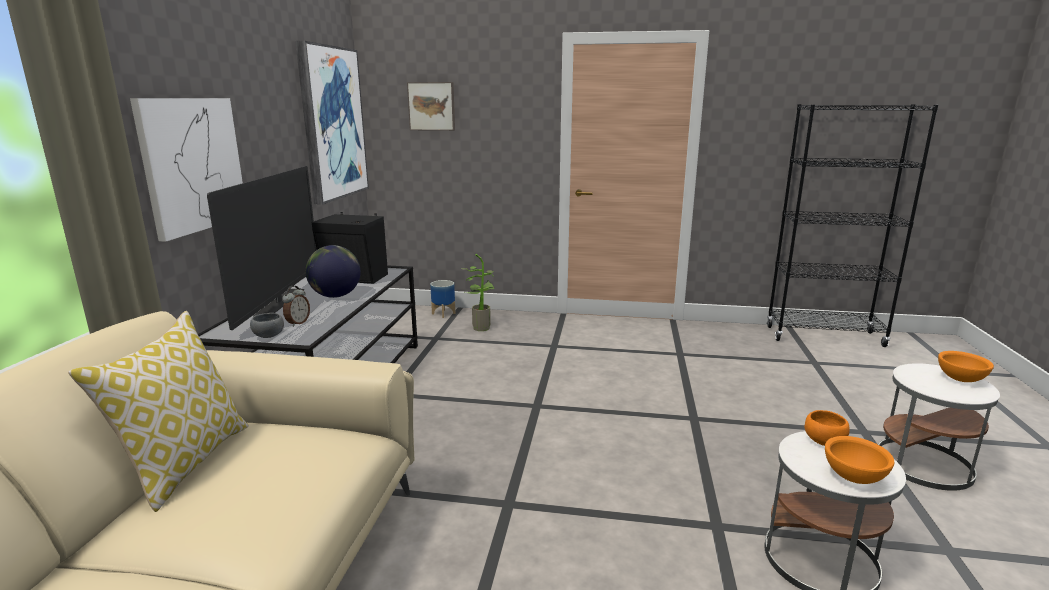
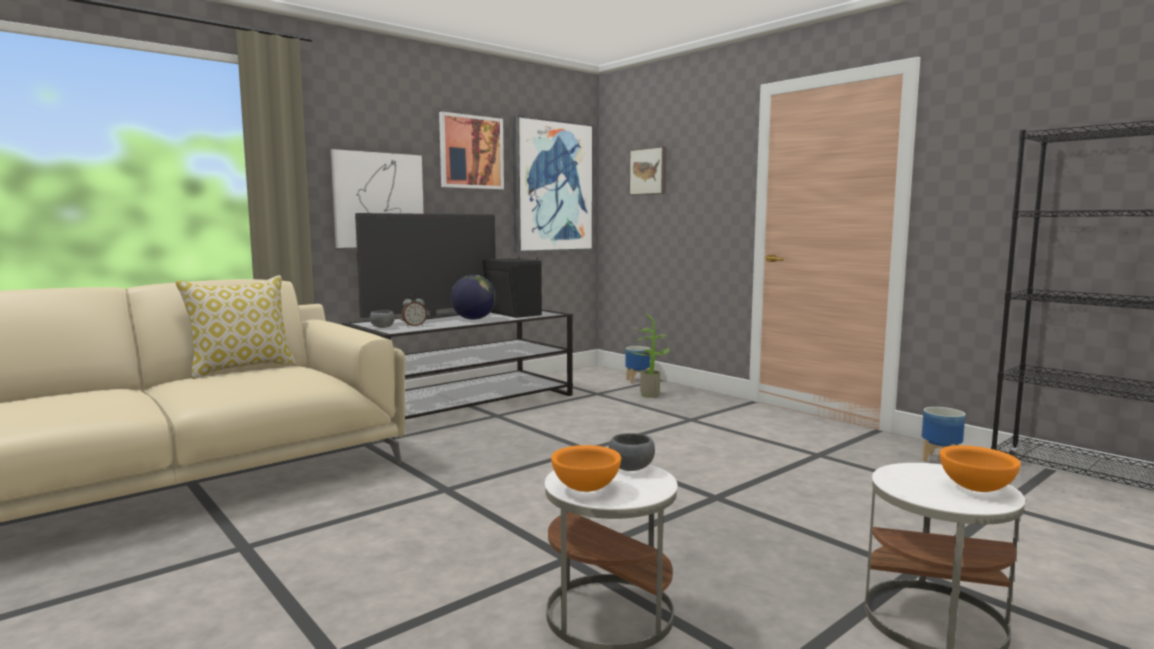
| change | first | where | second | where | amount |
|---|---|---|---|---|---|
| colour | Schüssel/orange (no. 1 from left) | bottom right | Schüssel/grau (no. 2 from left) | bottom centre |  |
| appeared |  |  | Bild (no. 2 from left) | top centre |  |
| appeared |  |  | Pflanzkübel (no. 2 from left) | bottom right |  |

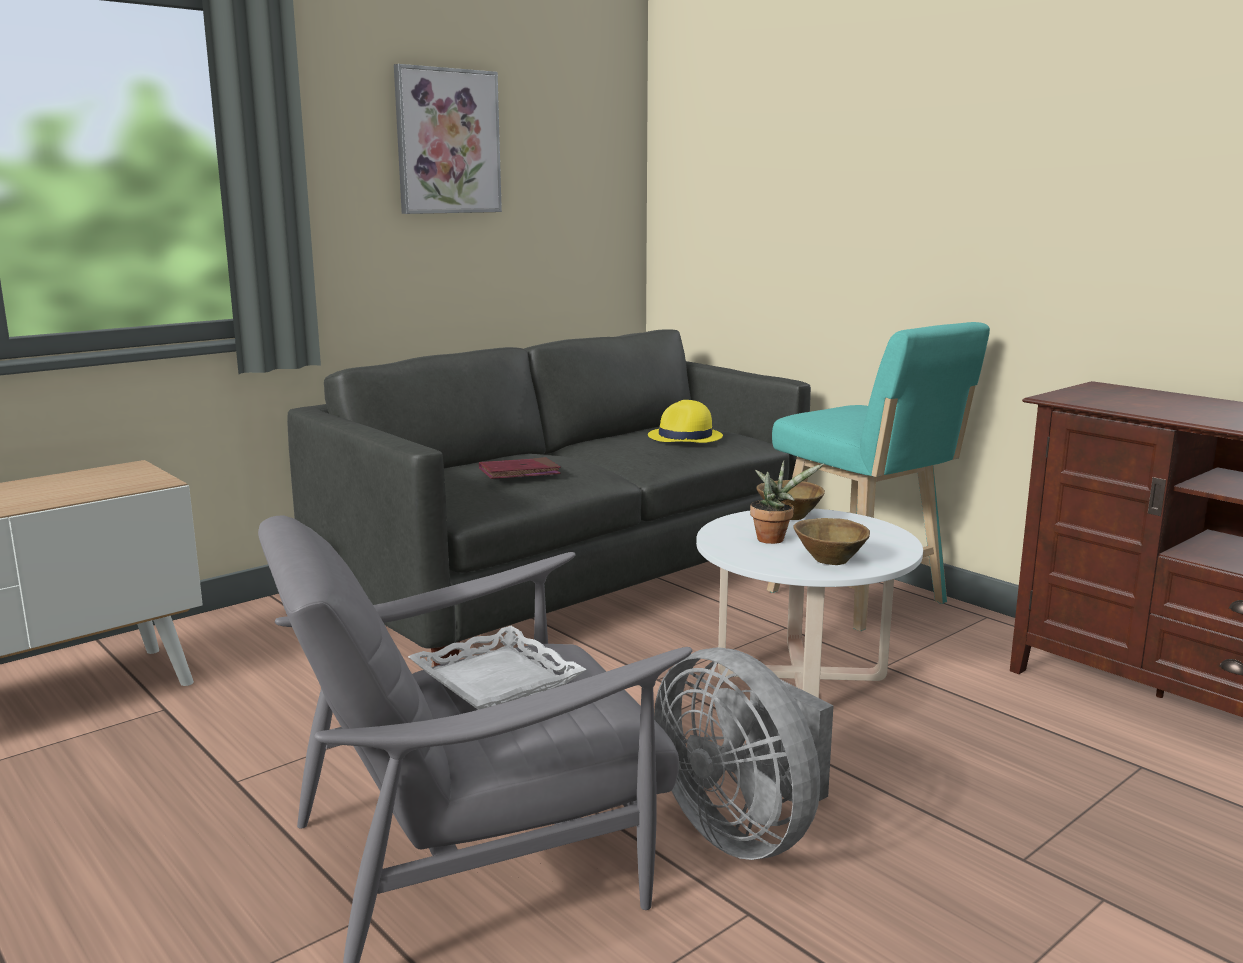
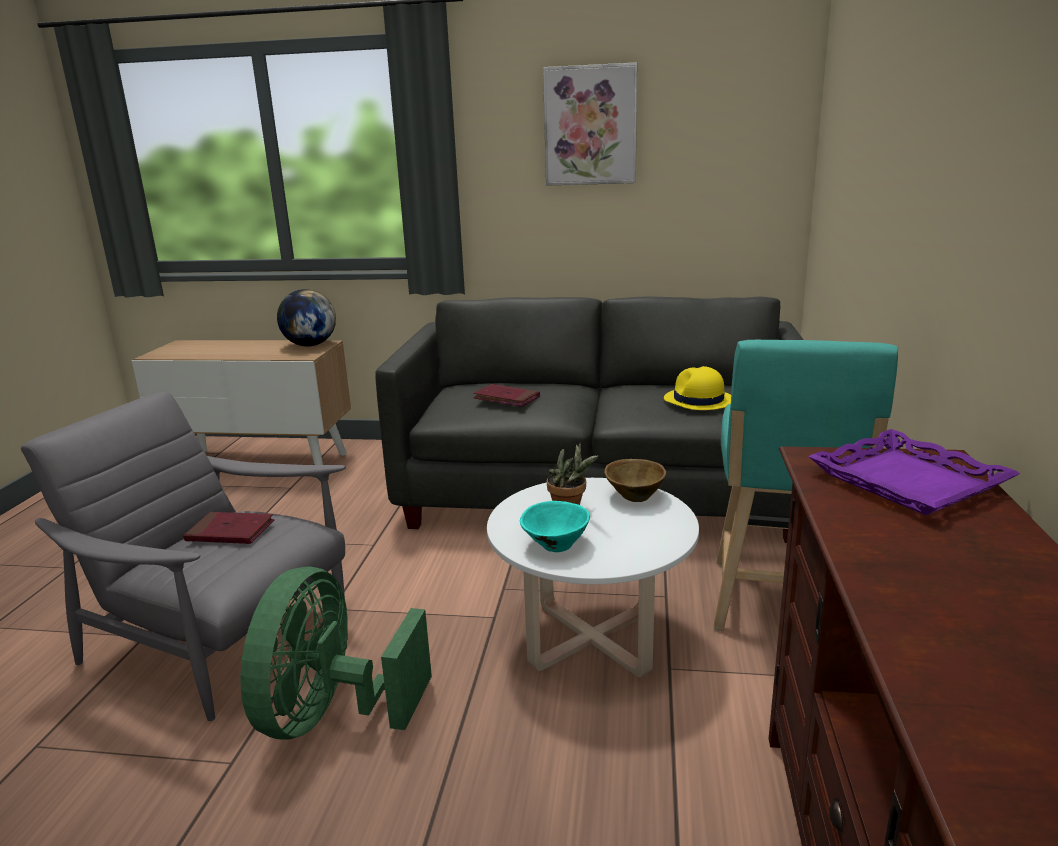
| change | first | where | second | where | amount |
|---|---|---|---|---|---|
| exchanged | Tablett/weiß | bottom centre | Buch/rot (no. 1 from left) | middle left |  |
| colour | Ventilator/grau | bottom centre | Ventilator/grün | bottom left |  |
| colour | Schüssel/braun (no. 2 from left) | middle right | Schüssel/türkis | centre |  |
| appeared |  |  | Globus | middle left |  |
| appeared |  |  | Tablett/lila | middle right |  |

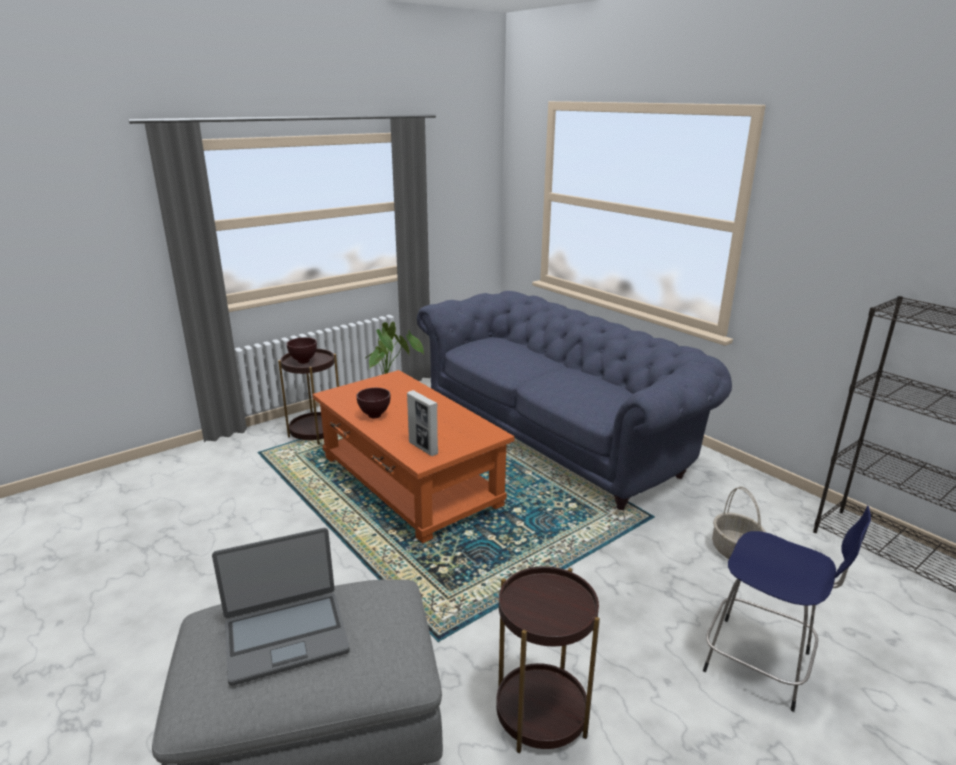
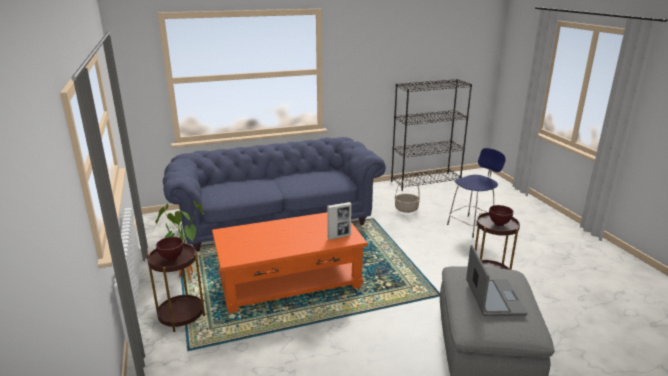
| change | first | where | second | where | amount |
|---|---|---|---|---|---|
| relocated | Schüssel/braun (no. 2 from left) | centre |  | middle right |  |

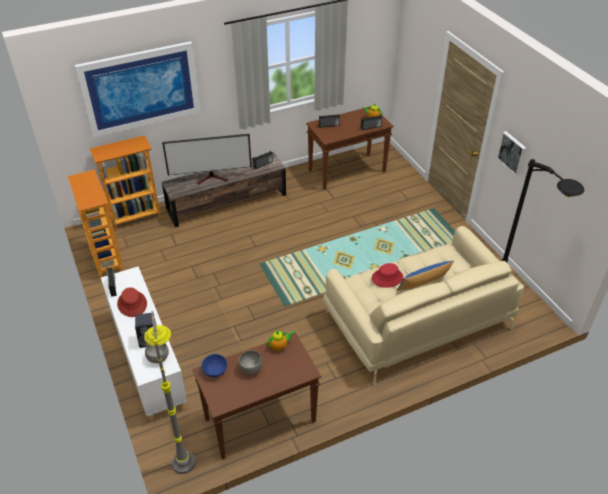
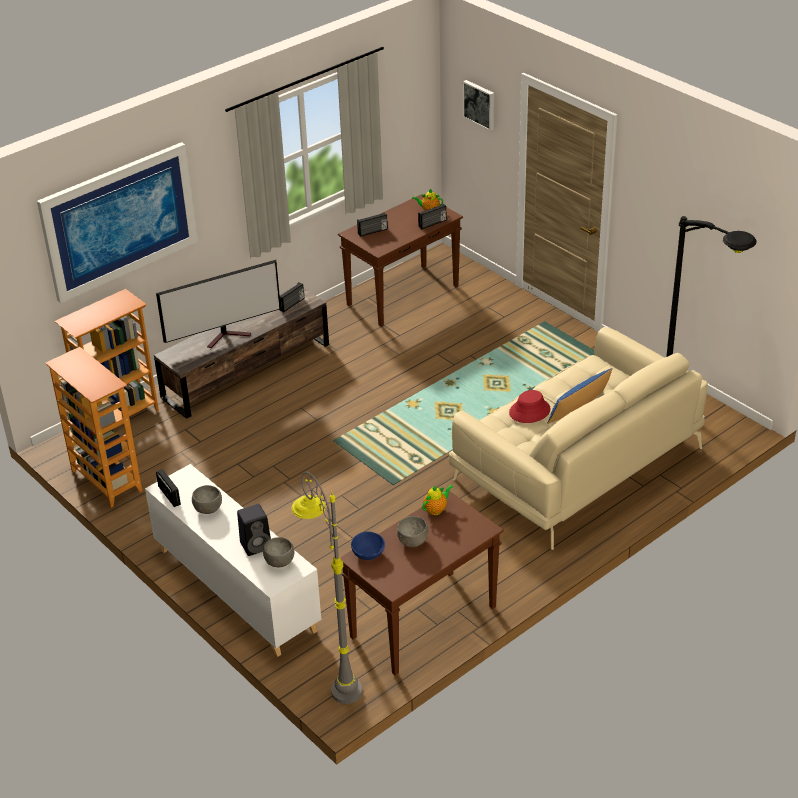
| change | first | where | second | where | amount |
|---|---|---|---|---|---|
| exchanged | Hut/rot (no. 1 from left) | middle left | Schüssel/grau (no. 1 from left) | middle left |  |
| relocated | Bild (no. 2 from left) | top right |  | top centre |  |

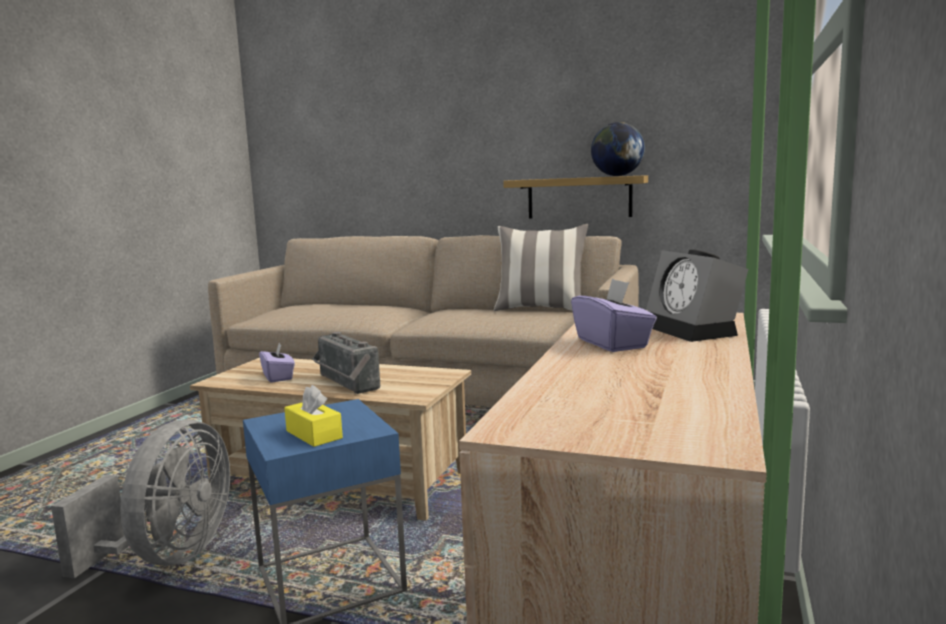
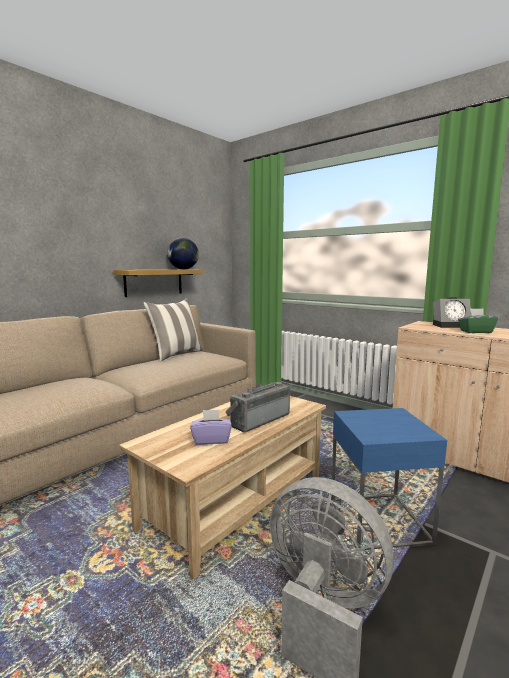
| change | first | where | second | where | amount |
|---|---|---|---|---|---|
| missing | Taschentuchbox/gelb | bottom left |  |  |  |
| spun | Radio | centre |  | centre | 150 degrees clockwise |
| colour | Taschentuchbox/lila (no. 2 from left) | centre | Taschentuchbox/grün | middle right |  |

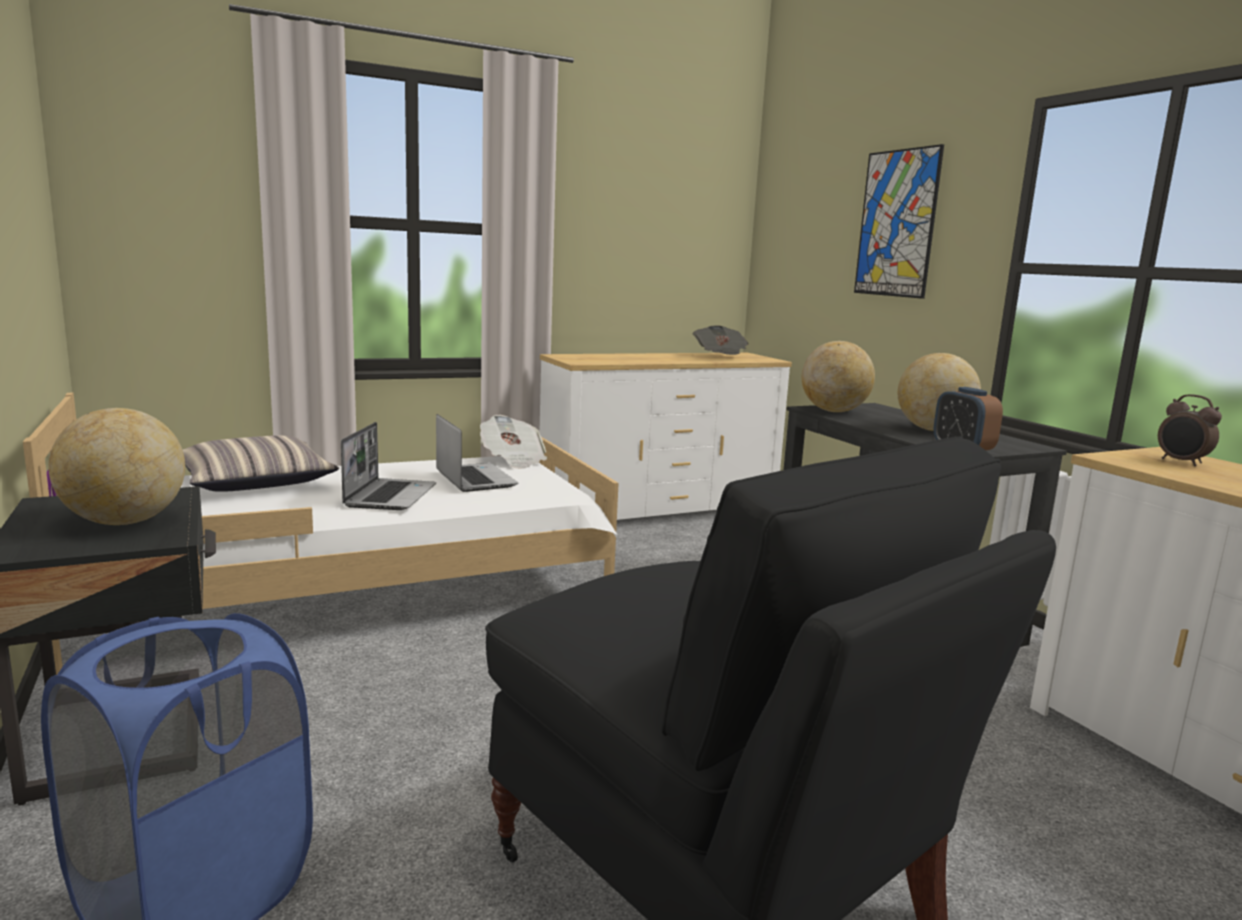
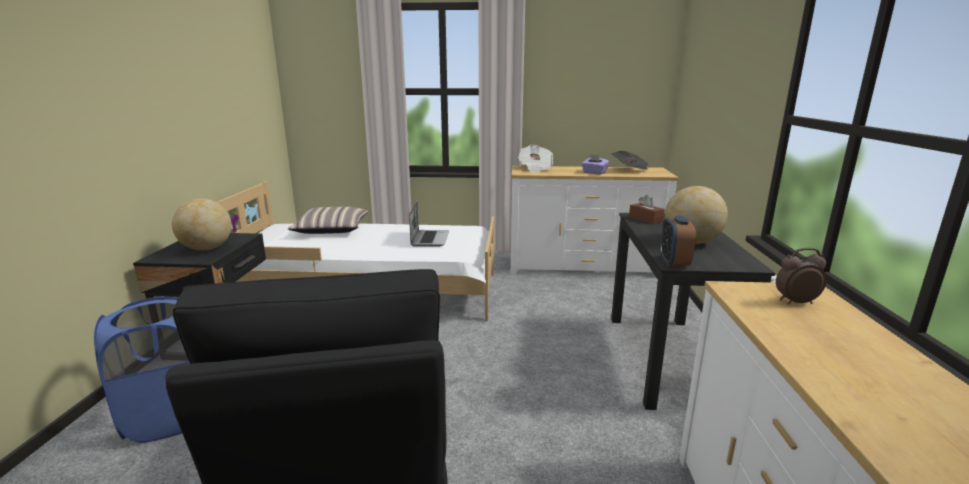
| change | first | where | second | where | amount |
|---|---|---|---|---|---|
| missing | Laptop (no. 1 from left) | middle left |  |  |  |
| relocated | Zeitung (no. 1 from left) | centre |  | top centre |  |
| exchanged | Globus (no. 2 from left) | middle right | Taschentuchbox/braun | middle right |  |
| missing | Bild | top right |  |  |  |
| spun | Wecker (no. 2 from left) | middle right |  | middle right | 90 degrees clockwise |
| appeared |  |  | Taschentuchbox/lila | centre |  |

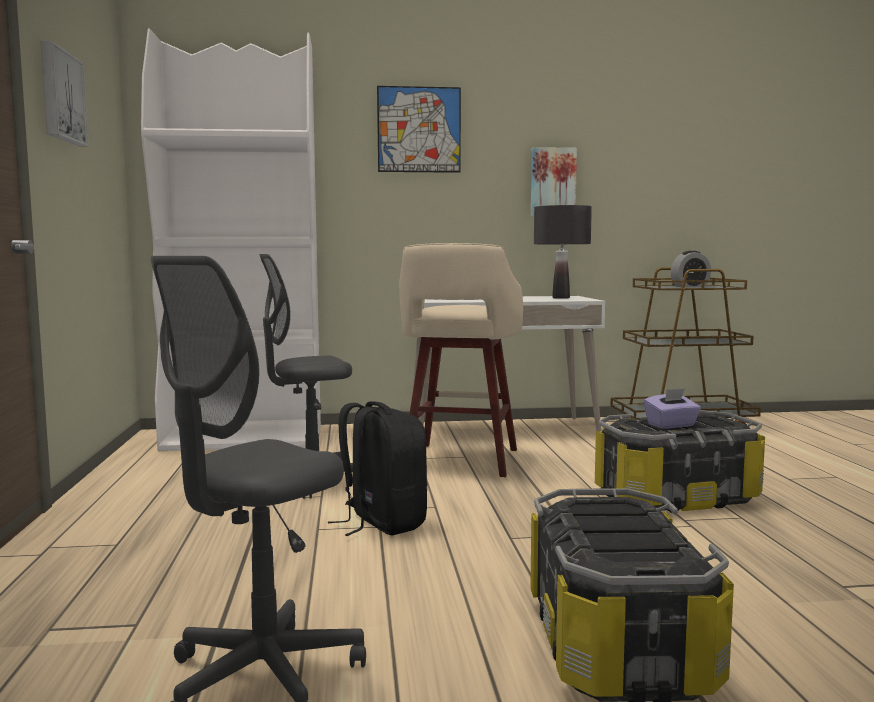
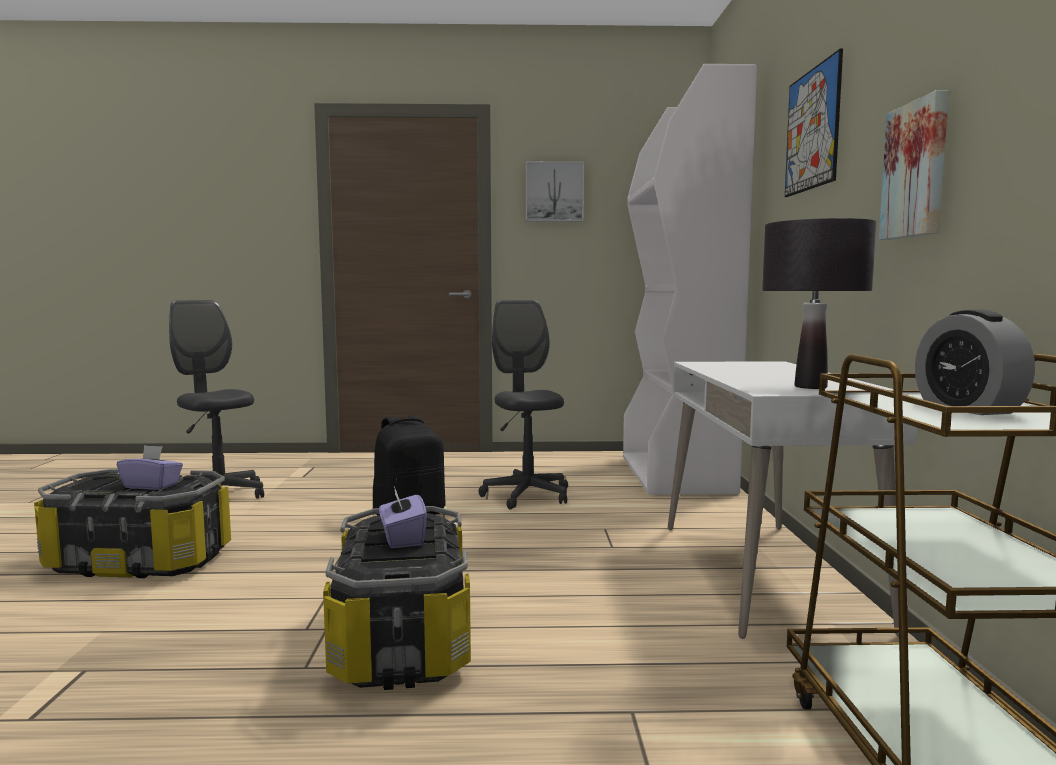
| change | first | where | second | where | amount |
|---|---|---|---|---|---|
| missing | Hocker/beige | centre |  |  |  |
| appeared |  |  | Taschentuchbox/lila (no. 1 from left) | middle left |  |

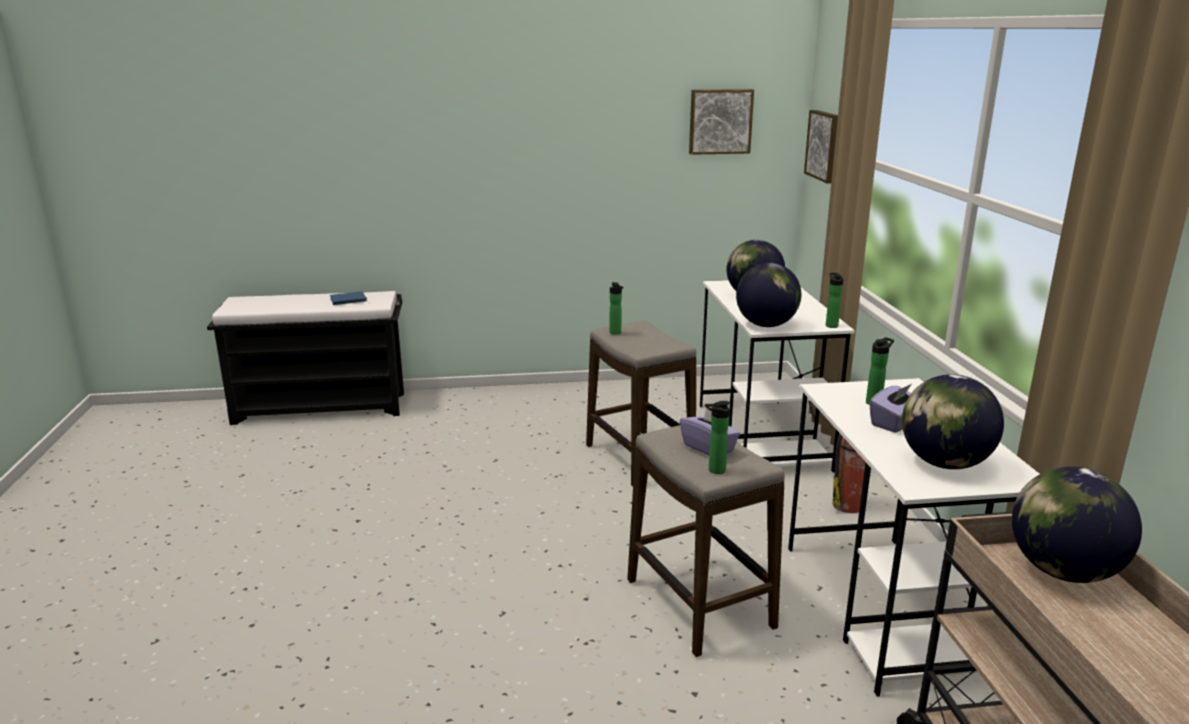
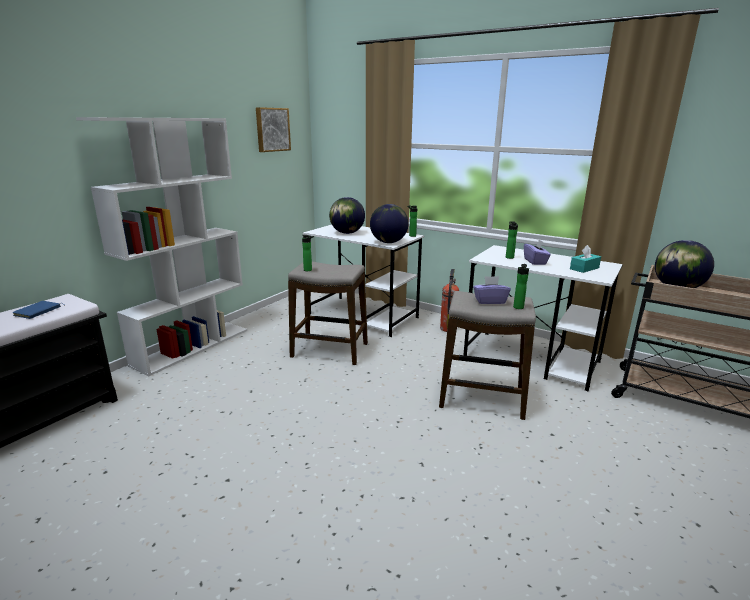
| change | first | where | second | where | amount |
|---|---|---|---|---|---|
| missing | Bild (no. 2 from left) | top right |  |  |  |
| exchanged | Globus (no. 3 from left) | middle right | Taschentuchbox/türkis | middle right |  |
| appeared |  |  | Bücherregal/weiß | middle left |  |

